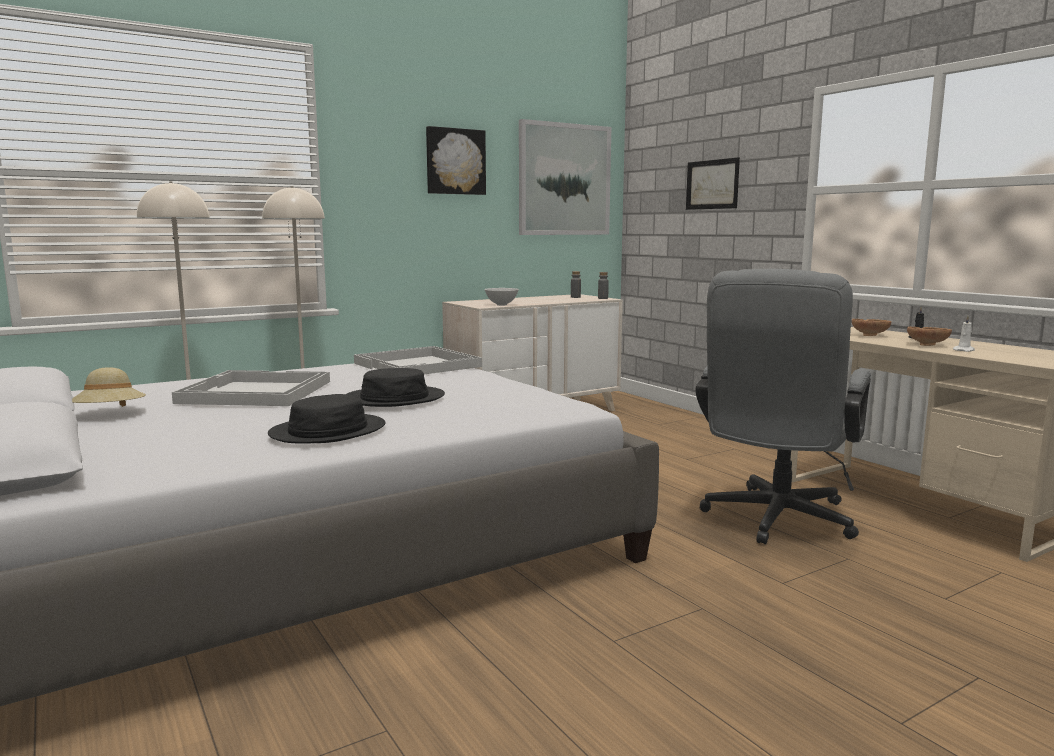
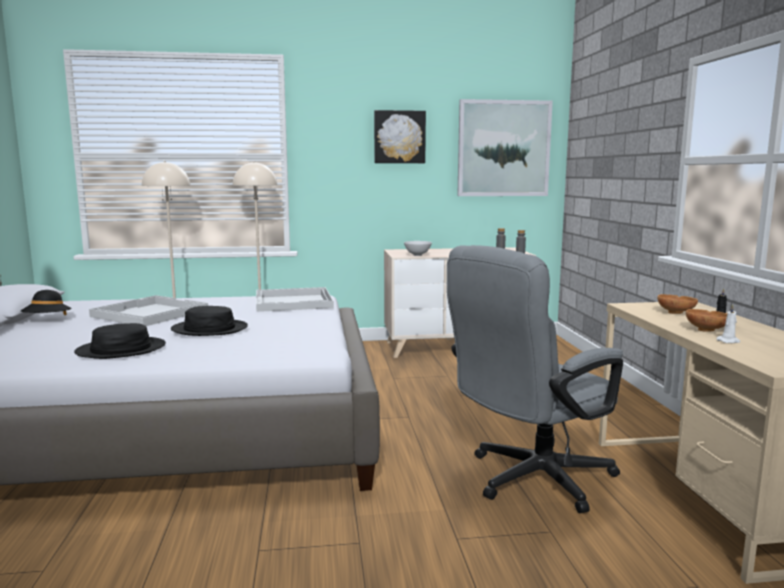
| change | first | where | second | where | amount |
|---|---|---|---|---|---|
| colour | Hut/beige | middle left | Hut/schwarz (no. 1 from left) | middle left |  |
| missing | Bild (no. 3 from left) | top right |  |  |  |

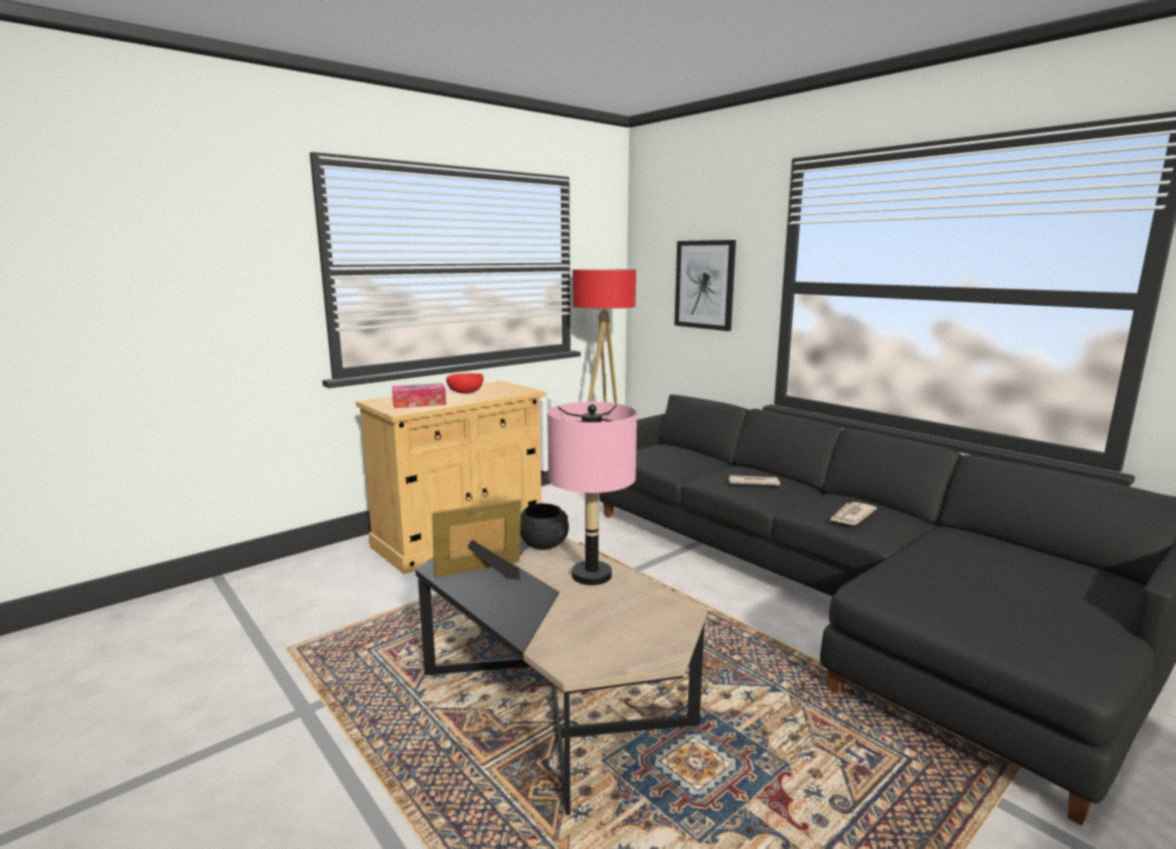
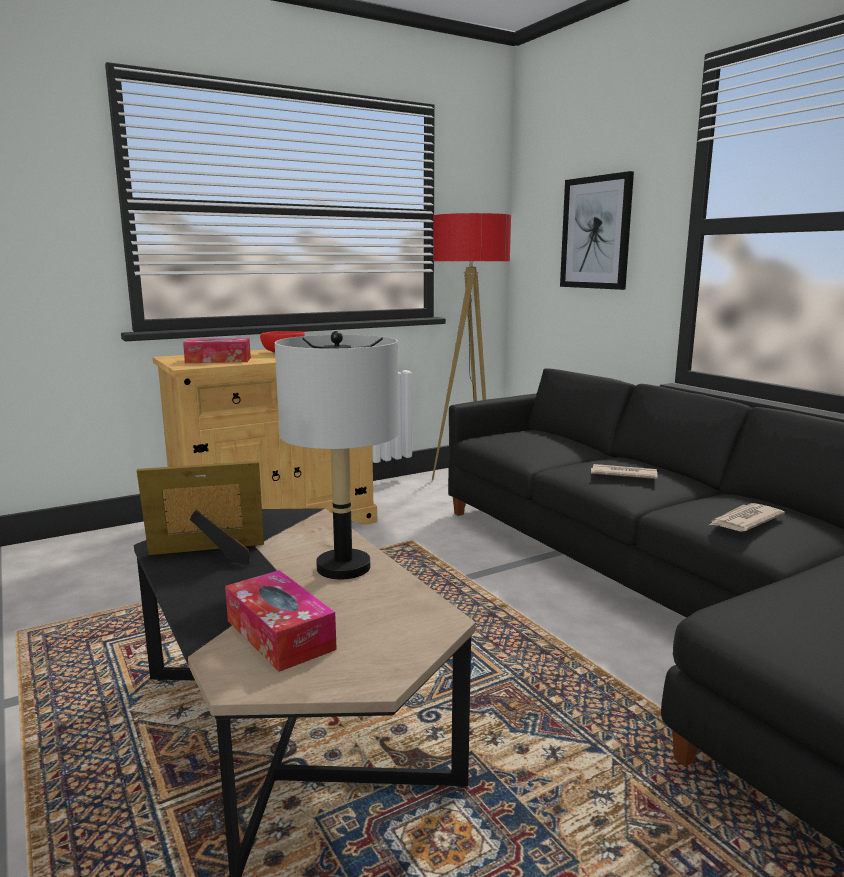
| change | first | where | second | where | amount |
|---|---|---|---|---|---|
| missing | Schüssel/schwarz | centre |  |  |  |
| colour | Tischlampe/rosa | centre | Tischlampe/grau | centre |  |
| appeared |  |  | Taschentuchbox (no. 2 from left) | bottom left |  |

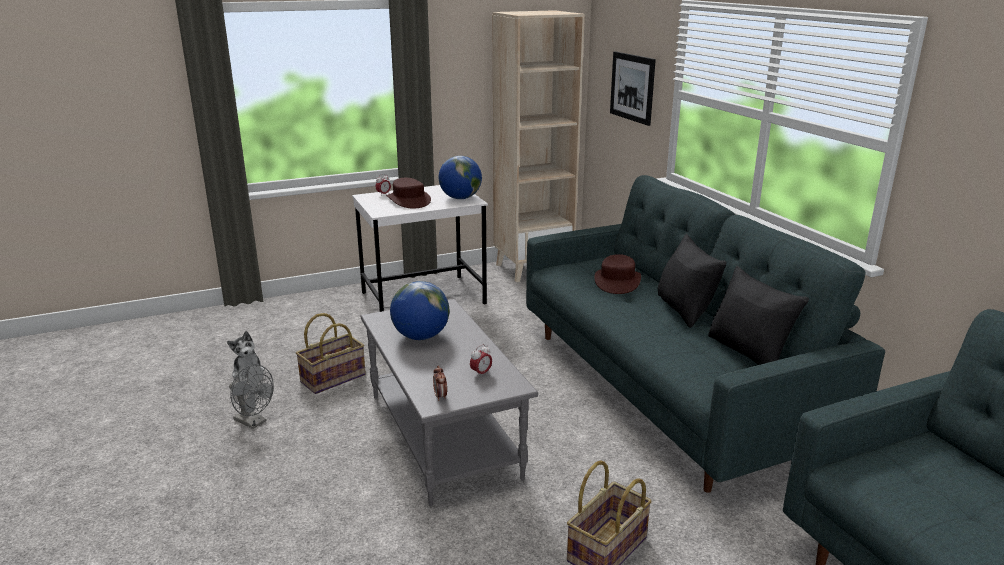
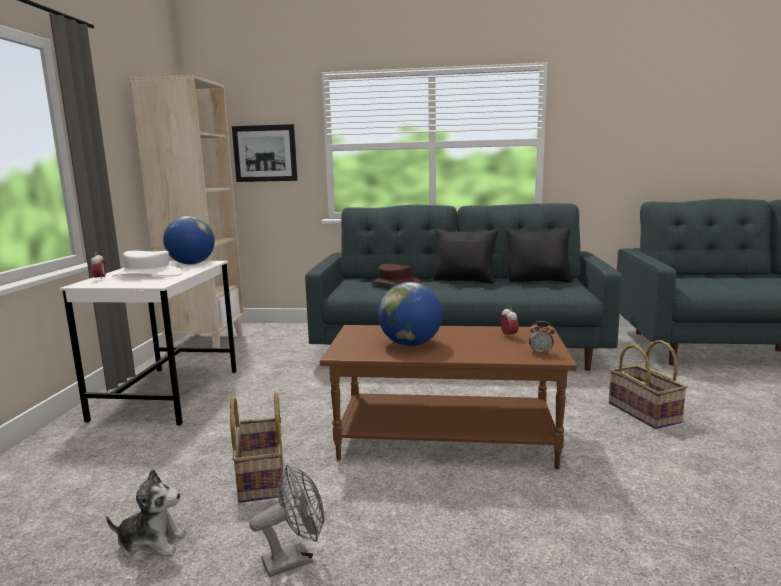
| change | first | where | second | where | amount |
|---|---|---|---|---|---|
| colour | Couchtisch/grau | bottom centre | Couchtisch/braun | bottom centre |  |
| colour | Hut/braun (no. 1 from left) | centre | Hut/weiß | middle left |  |

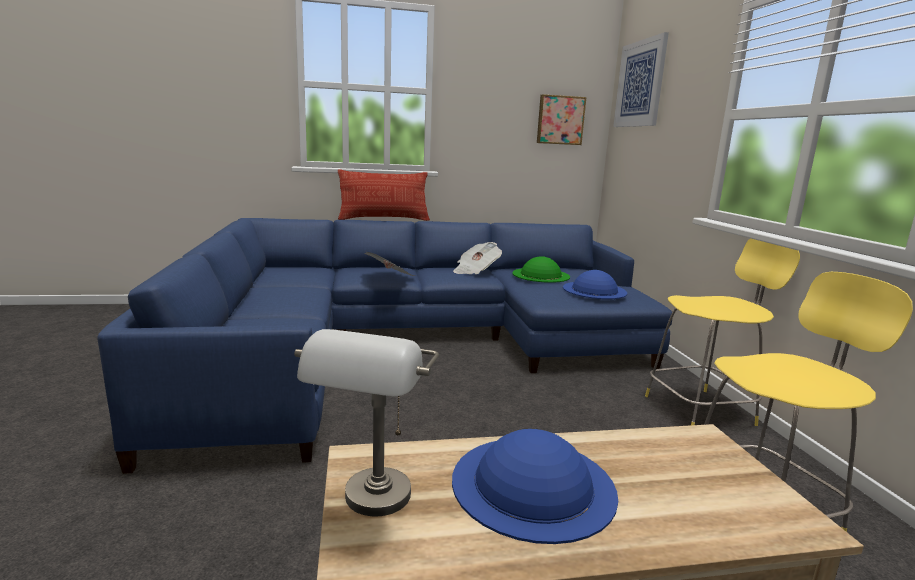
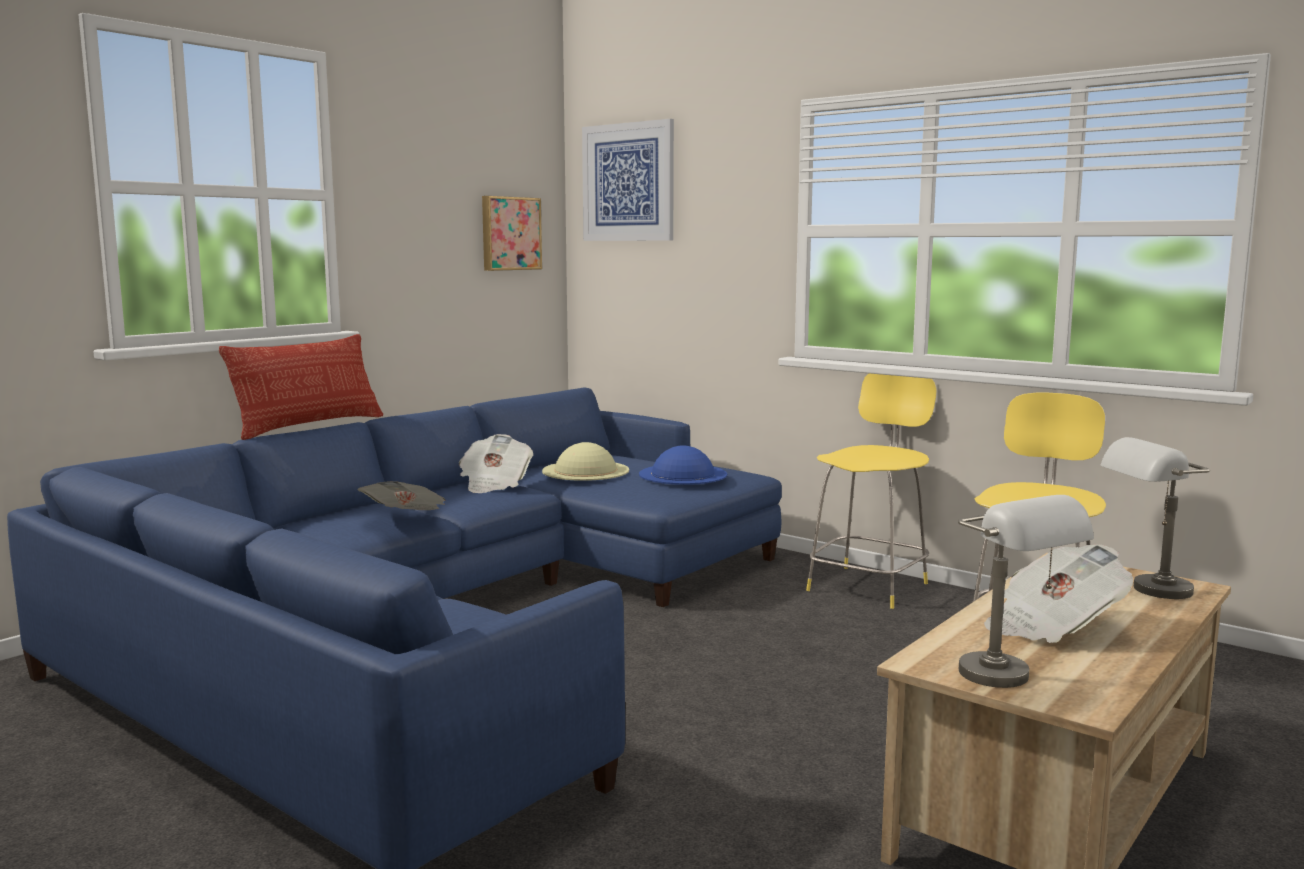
| change | first | where | second | where | amount |
|---|---|---|---|---|---|
| exchanged | Hut/blau (no. 1 from left) | bottom centre | Zeitung (no. 3 from left) | bottom right |  |
| colour | Hut/grün | centre | Hut/beige | centre |  |
| appeared |  |  | Tischlampe/grau (no. 2 from left) | middle right |  |

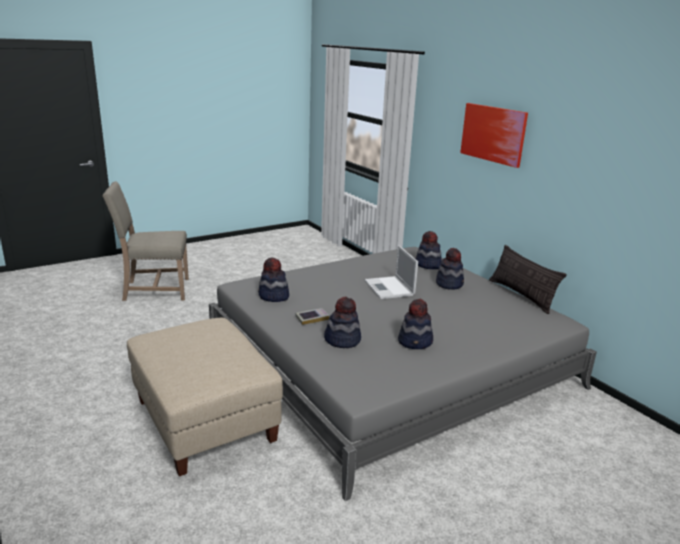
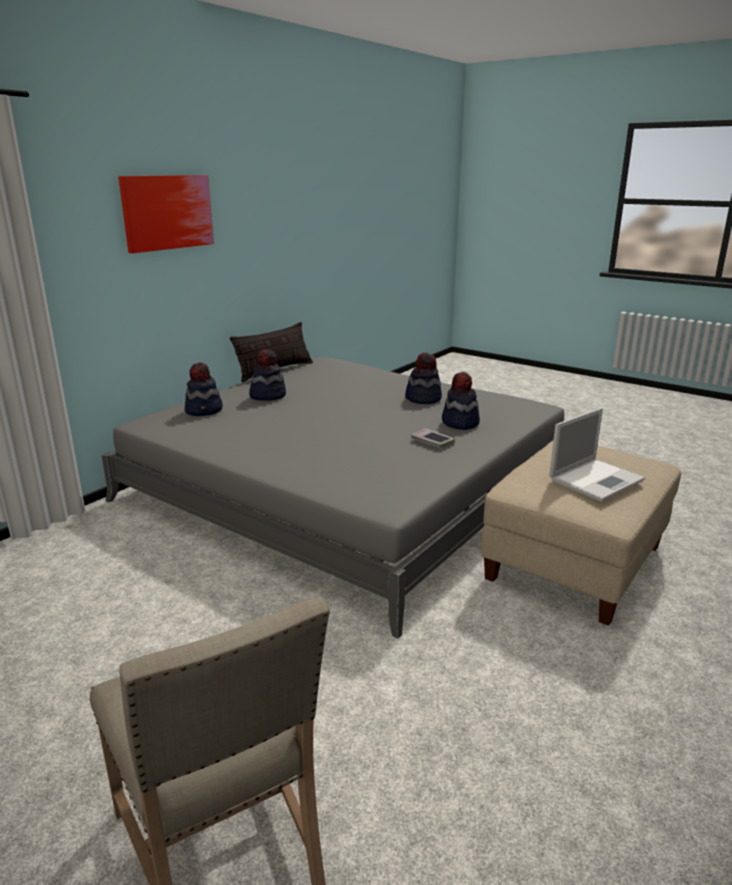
| change | first | where | second | where | amount |
|---|---|---|---|---|---|
| missing | Hut (no. 1 from left) | centre |  |  |  |
| relocated | Laptop | centre |  | middle right |  |

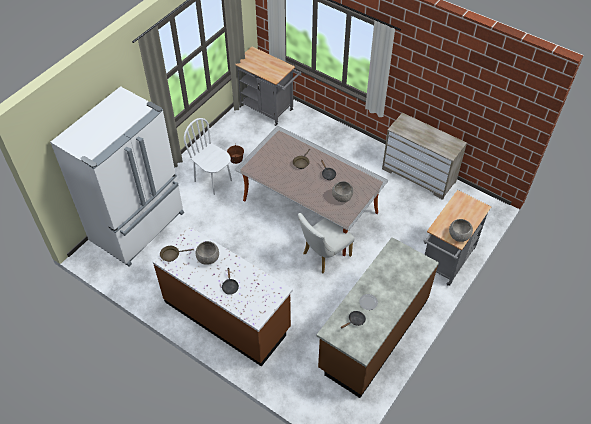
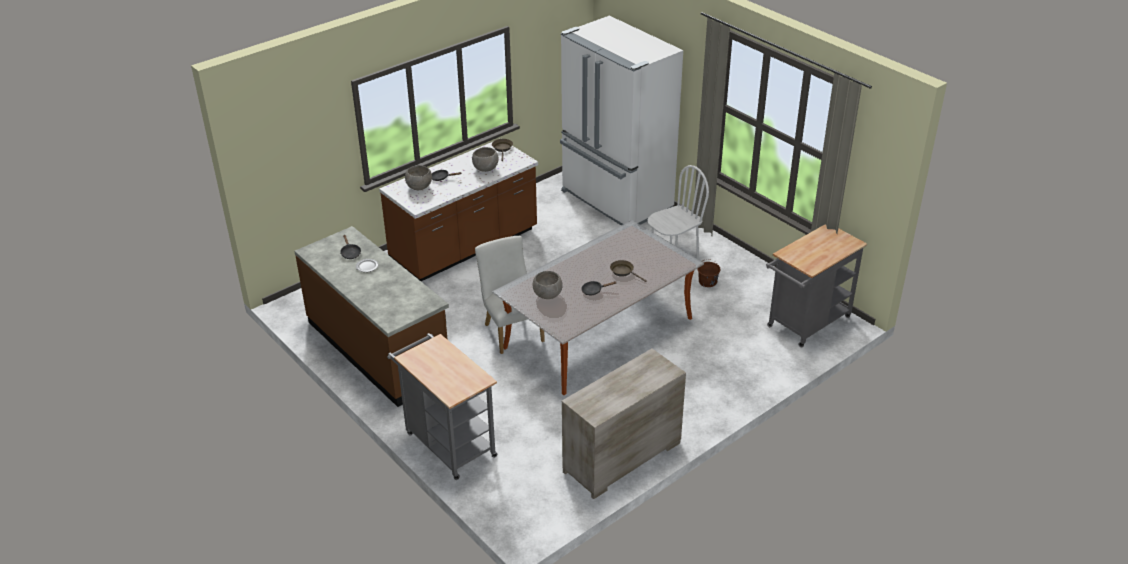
| change | first | where | second | where | amount |
|---|---|---|---|---|---|
| relocated | Schüssel/grau (no. 3 from left in the first image) | middle right | Schüssel/grau (no. 1 from left) | top centre |  |

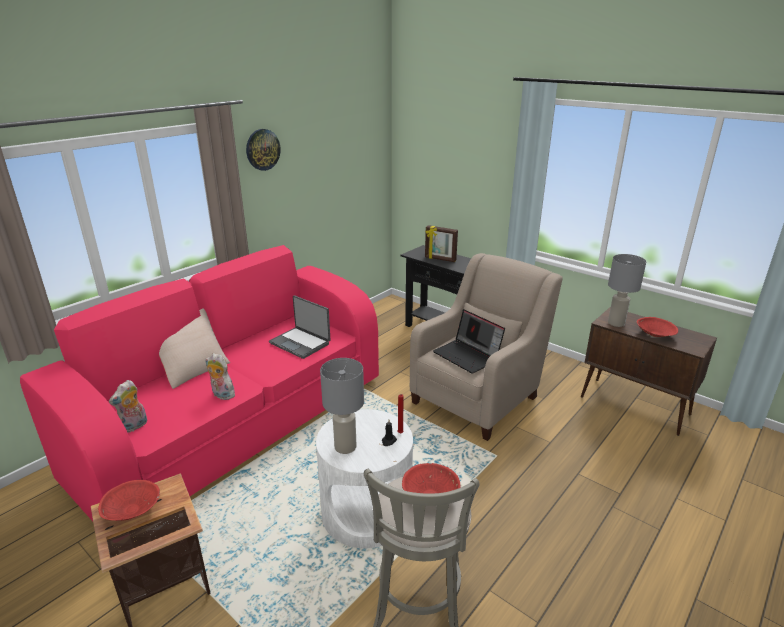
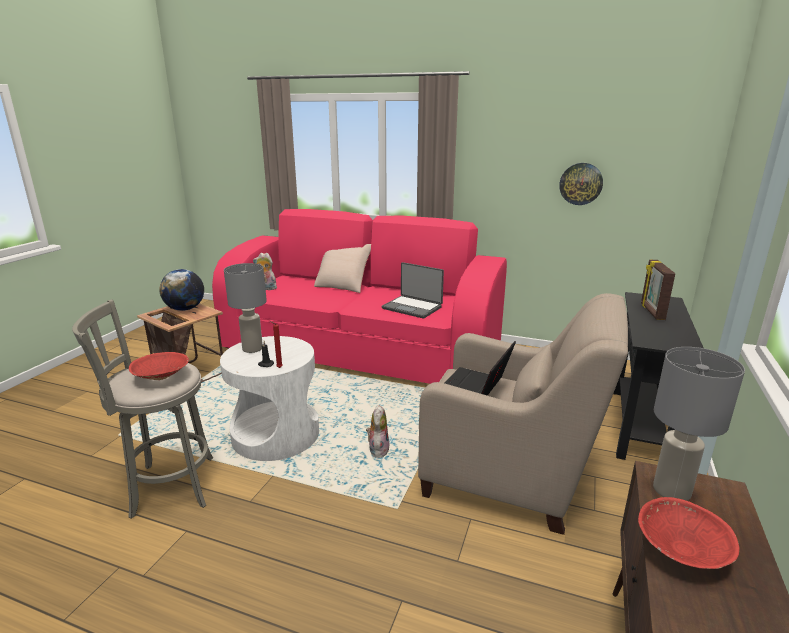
| change | first | where | second | where | amount |
|---|---|---|---|---|---|
| exchanged | Schüssel/rot (no. 1 from left) | bottom left | Globus | middle left |  |
| relocated | Plüschtier (no. 2 from left) | middle left |  | bottom centre |  |
| relocated | Wanduhr | top centre |  | top right |  |
| spun | Laptop (no. 1 from left) | centre |  | centre | 75 degrees counterclockwise |

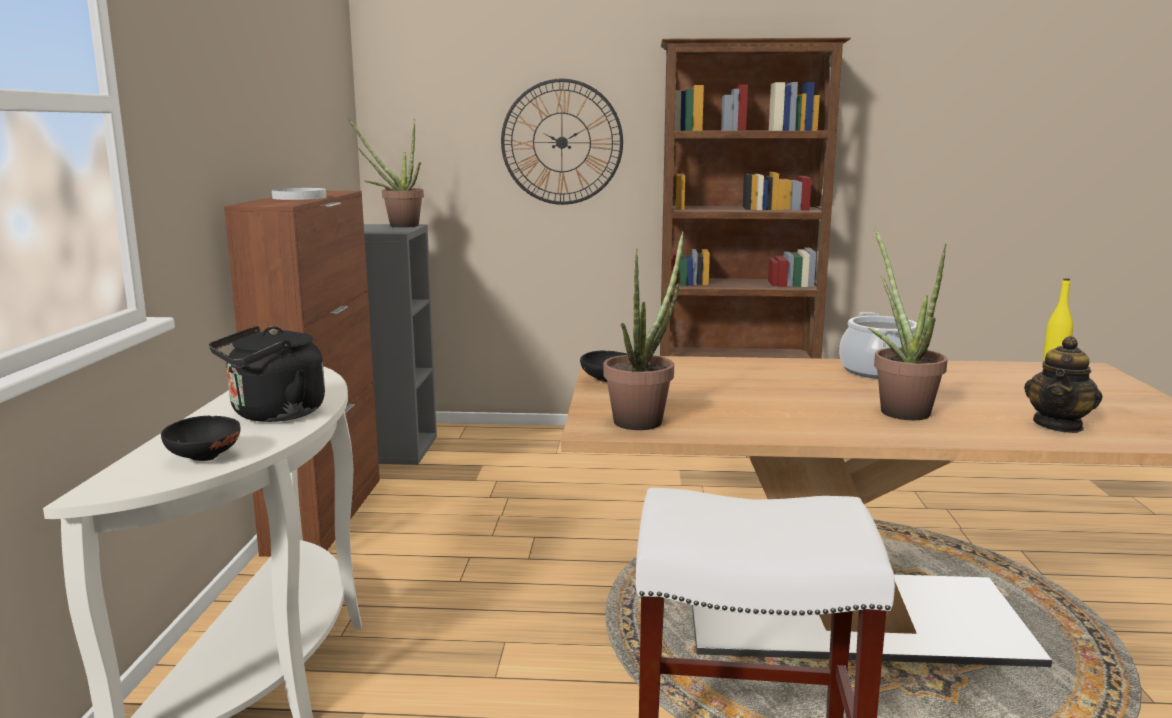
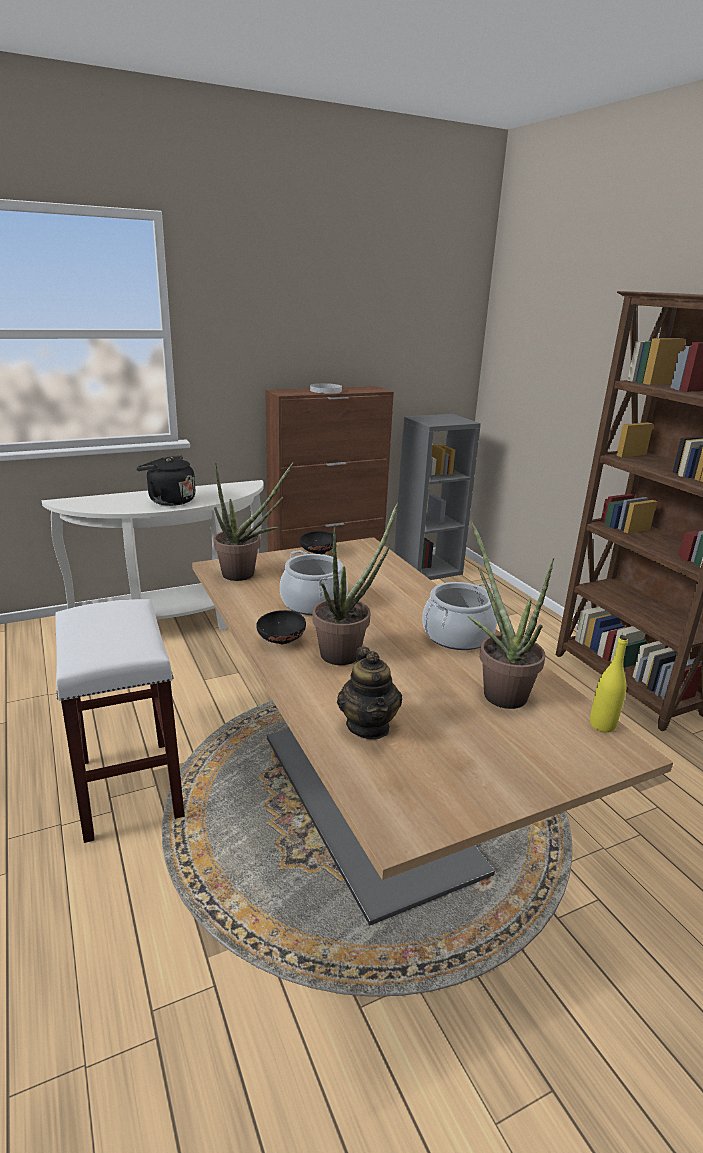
| change | first | where | second | where | amount |
|---|---|---|---|---|---|
| relocated | Schüssel/schwarz (no. 1 from left) | middle left |  | centre |  |
| relocated | Topfpflanze (no. 1 from left in the first image) | top left | Topfpflanze (no. 3 from left) | middle right |  |
| missing | Wanduhr | top centre |  |  |  |
| spun | Teekanne | middle right |  | centre | 105 degrees counterclockwise |
| appeared |  |  | Kochtopf (no. 1 from left) | centre |  |

